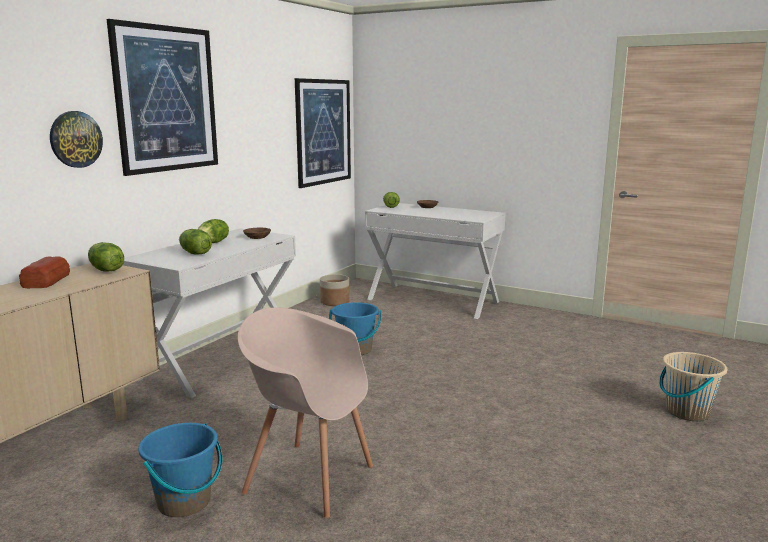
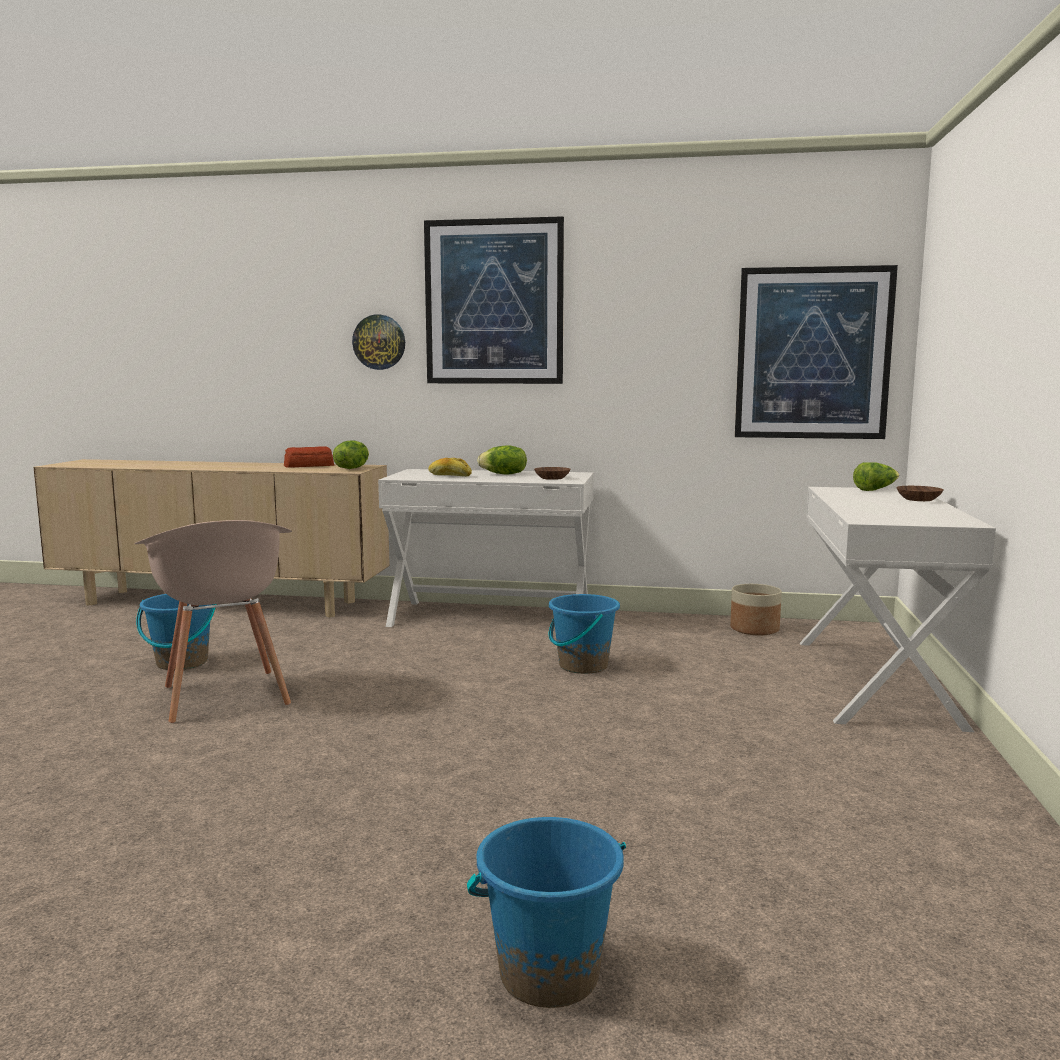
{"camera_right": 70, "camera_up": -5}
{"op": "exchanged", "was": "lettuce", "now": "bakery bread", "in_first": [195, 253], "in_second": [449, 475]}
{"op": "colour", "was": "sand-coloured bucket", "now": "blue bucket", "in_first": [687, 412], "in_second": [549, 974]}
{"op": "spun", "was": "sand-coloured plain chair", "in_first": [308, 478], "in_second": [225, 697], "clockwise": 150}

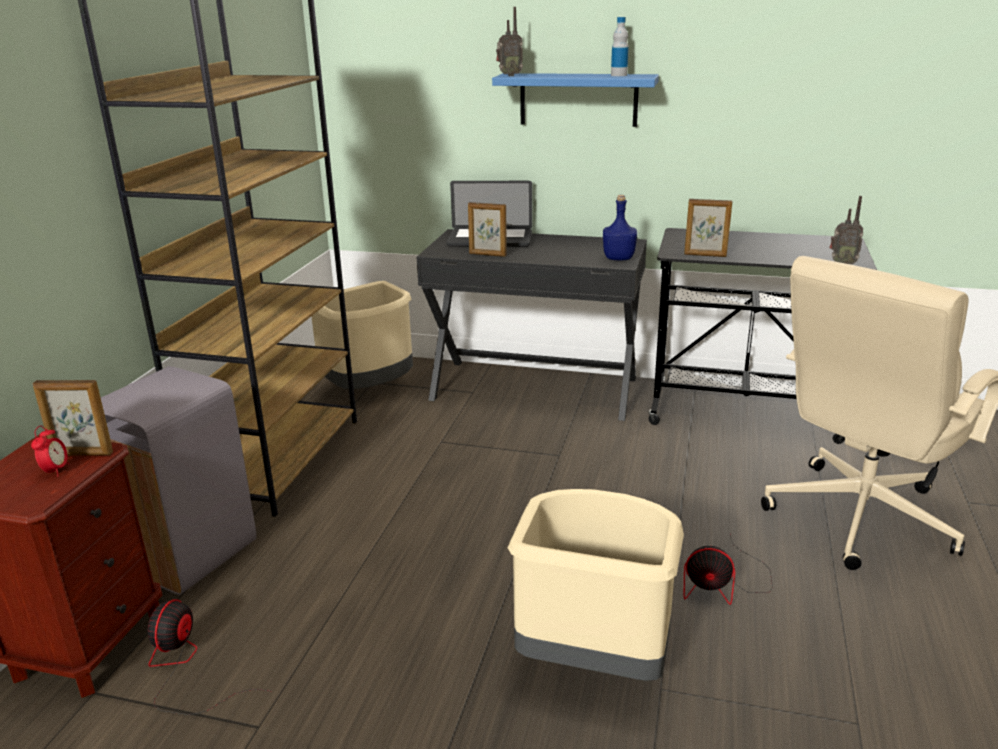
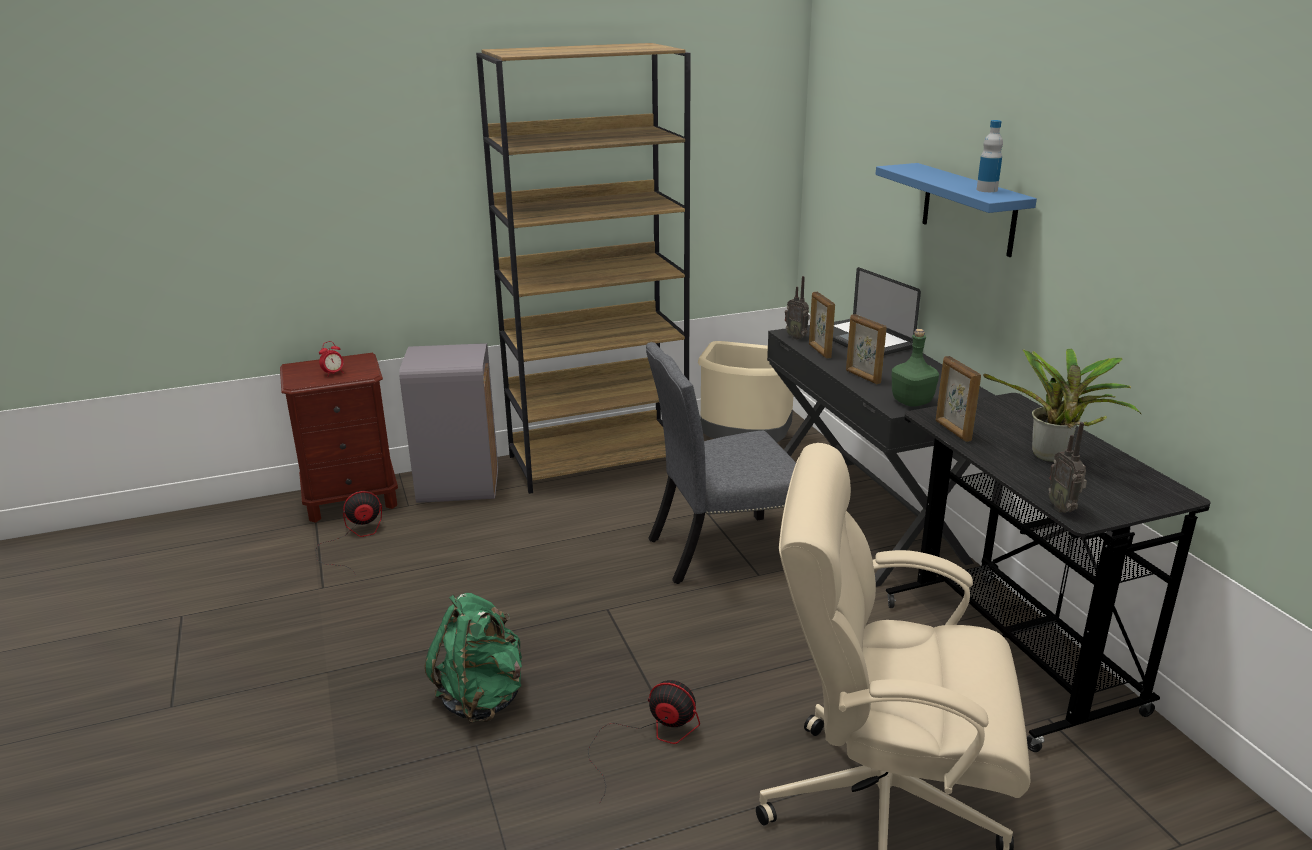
{"camera_right": 55, "camera_up": 0}
{"op": "appeared", "now": "gray plain chair", "in_second": [725, 550]}
{"op": "appeared", "now": "plant in a pot", "in_second": [1052, 458]}
{"op": "relocated", "was": "standing frame", "in_first": [82, 454], "in_second": [862, 377]}
{"op": "relocated", "was": "radio", "in_first": [509, 75], "in_second": [797, 337]}
{"op": "exchanged", "was": "sand-coloured rubbish bin", "now": "green knapsack", "in_first": [592, 661], "in_second": [482, 698]}
{"op": "colour", "was": "blue drink bottle", "now": "green drink bottle", "in_first": [618, 258], "in_second": [912, 402]}
{"op": "spun", "was": "fan", "in_first": [723, 584], "in_second": [649, 738], "clockwise": 135}

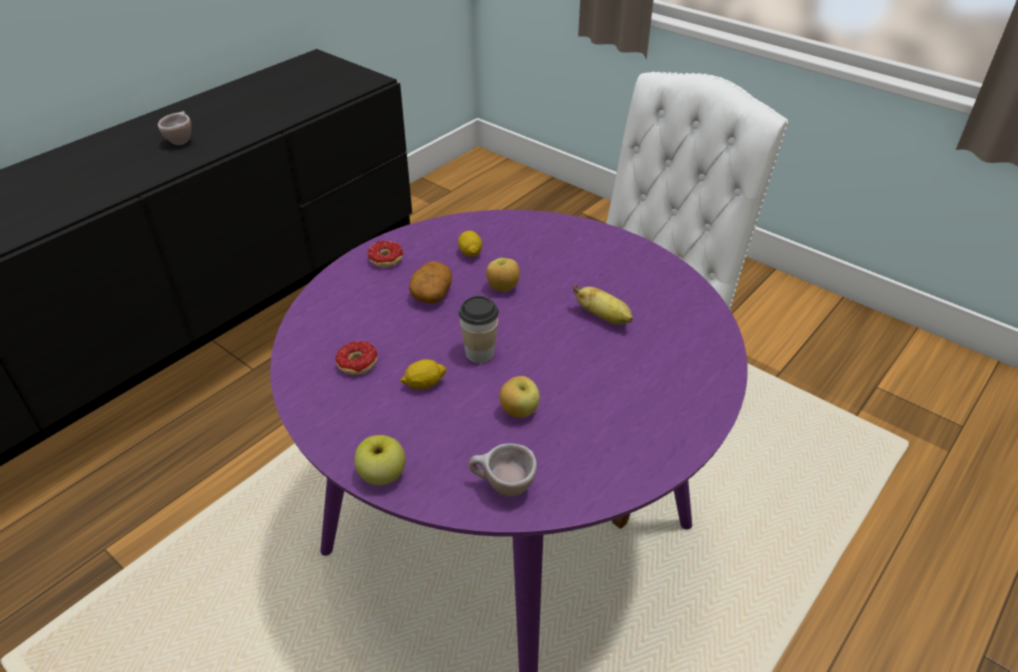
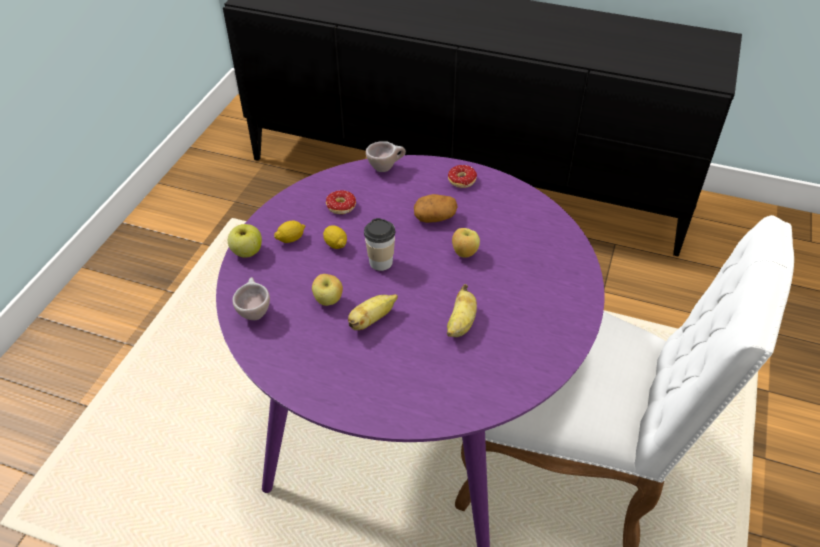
{"camera_right": 70, "camera_up": 5}
{"op": "appeared", "now": "whole banana", "in_second": [371, 320]}
{"op": "relocated", "was": "sand-coloured small cup", "in_first": [181, 140], "in_second": [386, 167]}
{"op": "relocated", "was": "lemon", "in_first": [470, 253], "in_second": [291, 239]}

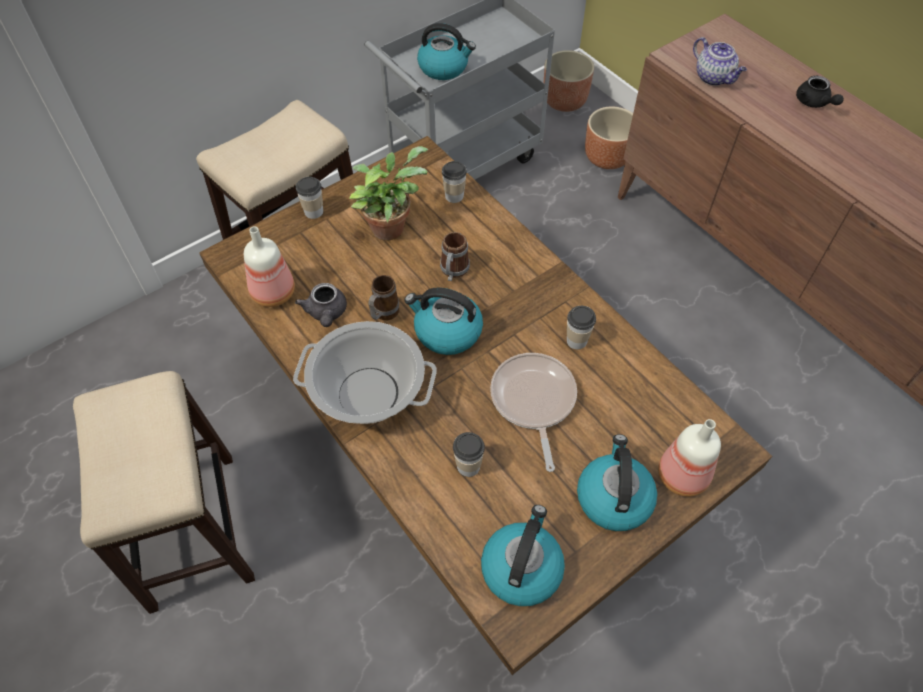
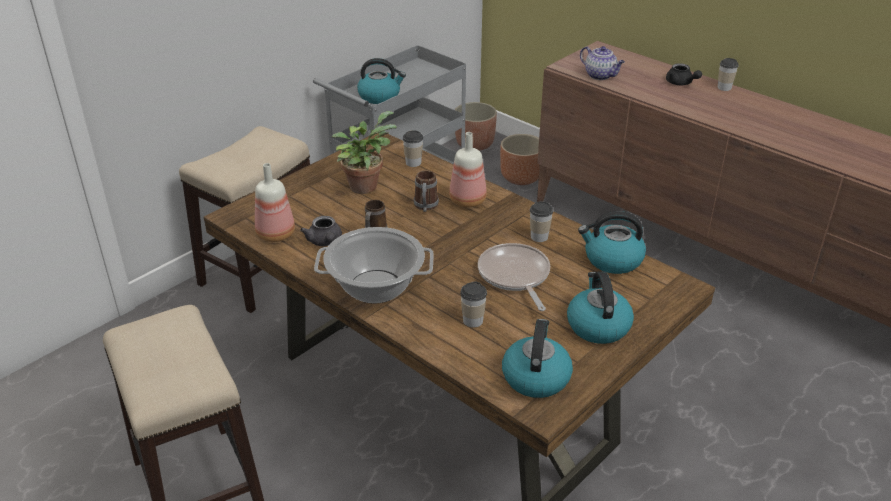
{"camera_right": -10, "camera_up": -20}
{"op": "relocated", "was": "small cup", "in_first": [314, 211], "in_second": [724, 87]}
{"op": "relocated", "was": "kettle", "in_first": [446, 332], "in_second": [612, 260]}
{"op": "relocated", "was": "drink bottle", "in_first": [683, 477], "in_second": [468, 201]}

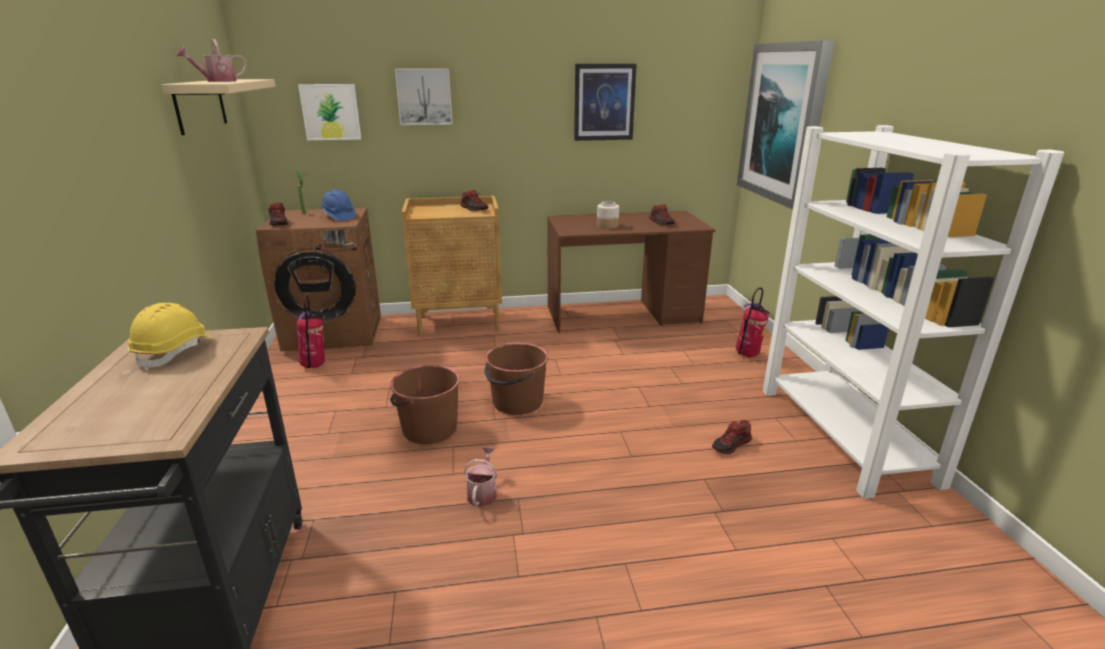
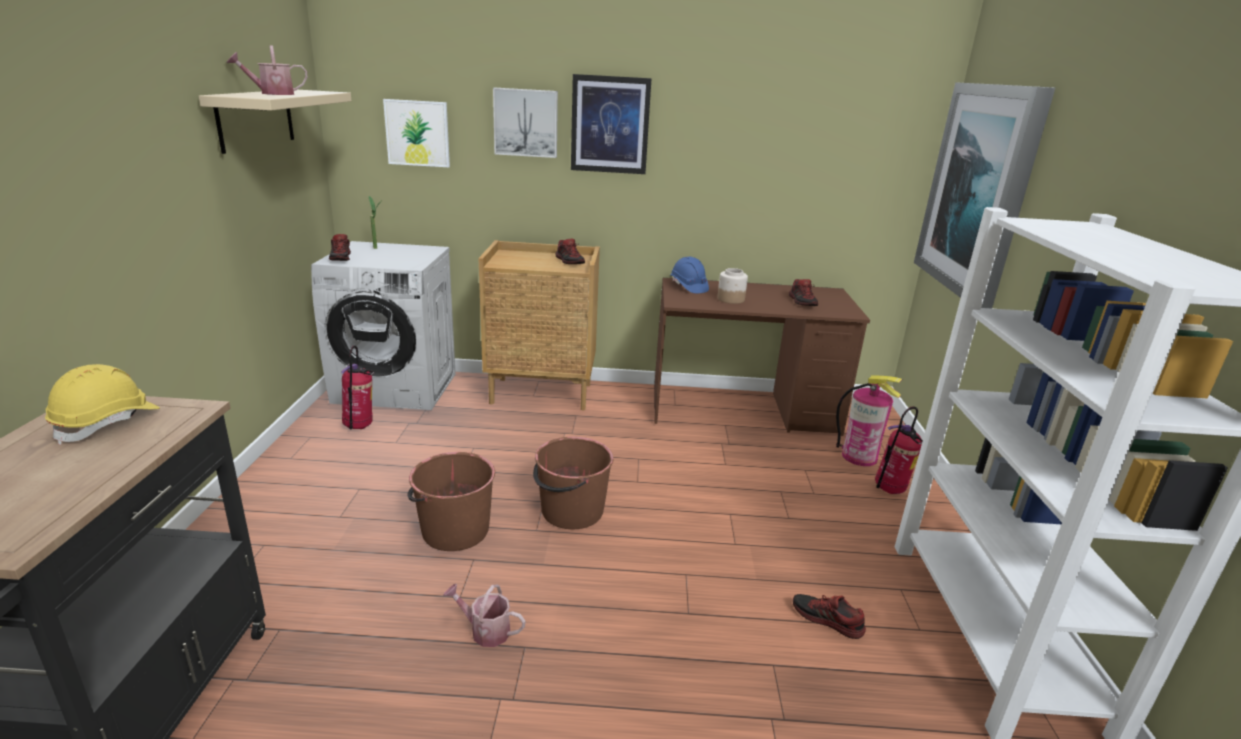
{"camera_right": 10, "camera_up": 0}
{"op": "appeared", "now": "extinguisher", "in_second": [859, 457]}
{"op": "relocated", "was": "blue work helmet", "in_first": [339, 216], "in_second": [688, 287]}
{"op": "relocated", "was": "wall art", "in_first": [604, 102], "in_second": [610, 125]}
{"op": "colour", "was": "brown laundry appliance", "now": "white-coloured laundry appliance", "in_first": [334, 335], "in_second": [396, 391]}
{"op": "spun", "was": "watering can", "in_first": [483, 492], "in_second": [485, 630], "clockwise": -90}
{"op": "spun", "was": "shoe", "in_first": [731, 445], "in_second": [827, 620], "clockwise": 60}

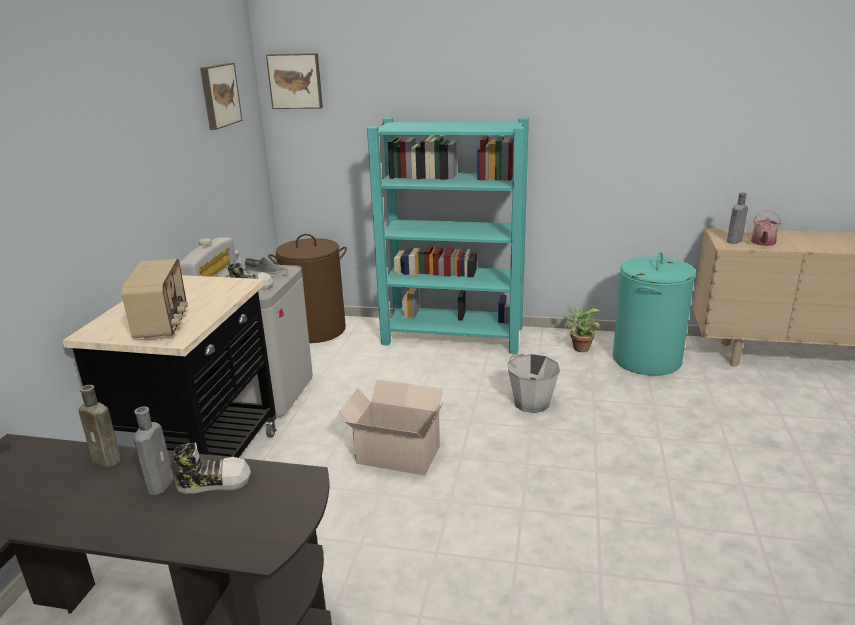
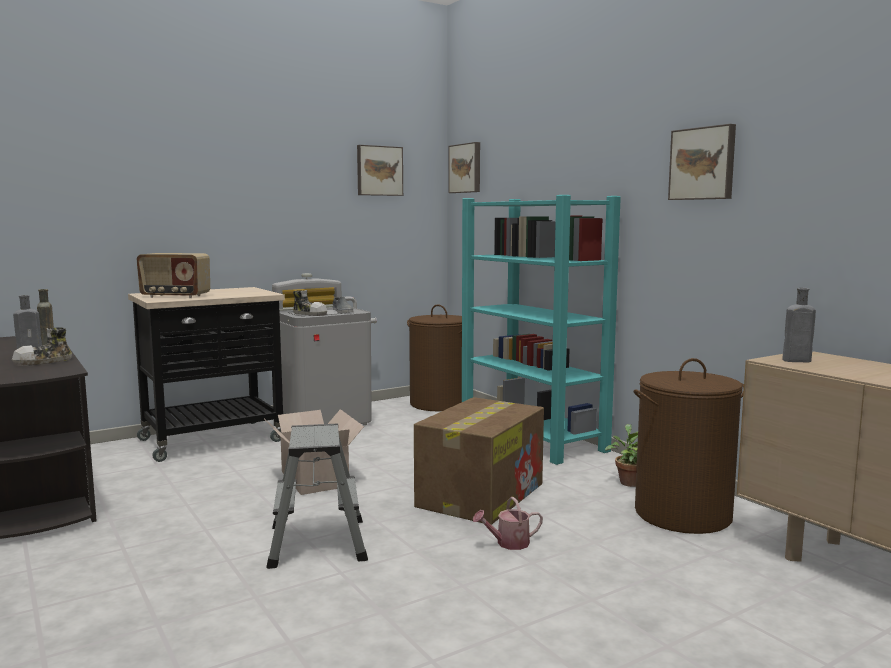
{"camera_right": 45, "camera_up": -15}
{"op": "appeared", "now": "gray step ladder", "in_second": [317, 543]}
{"op": "appeared", "now": "wall art", "in_second": [703, 163]}
{"op": "relocated", "was": "watering can", "in_first": [763, 243], "in_second": [508, 543]}
{"op": "exchanged", "was": "gray bucket", "now": "carton", "in_first": [531, 403], "in_second": [481, 494]}
{"op": "colour", "was": "turquoise-coloured laundry basket", "now": "brown laundry basket", "in_first": [647, 360], "in_second": [682, 514]}
{"op": "spun", "was": "radio", "in_first": [163, 324], "in_second": [175, 296], "clockwise": 60}
{"op": "spun", "was": "shoe", "in_first": [214, 482], "in_second": [43, 362], "clockwise": 105}

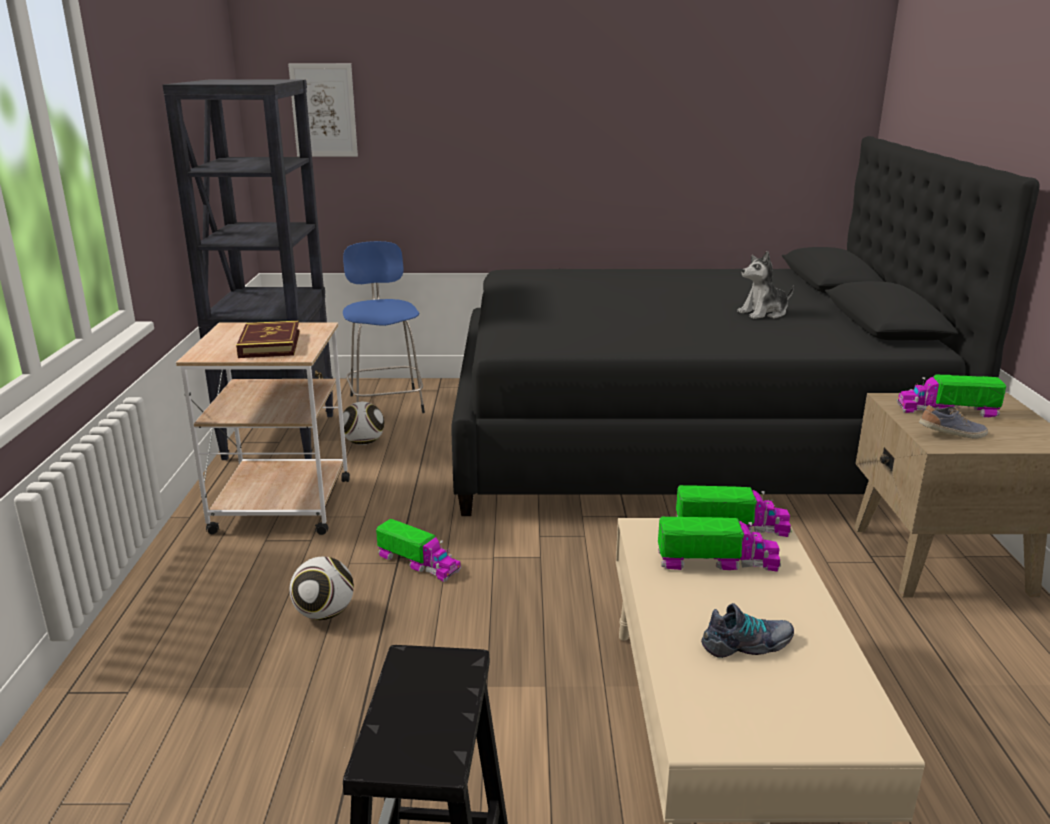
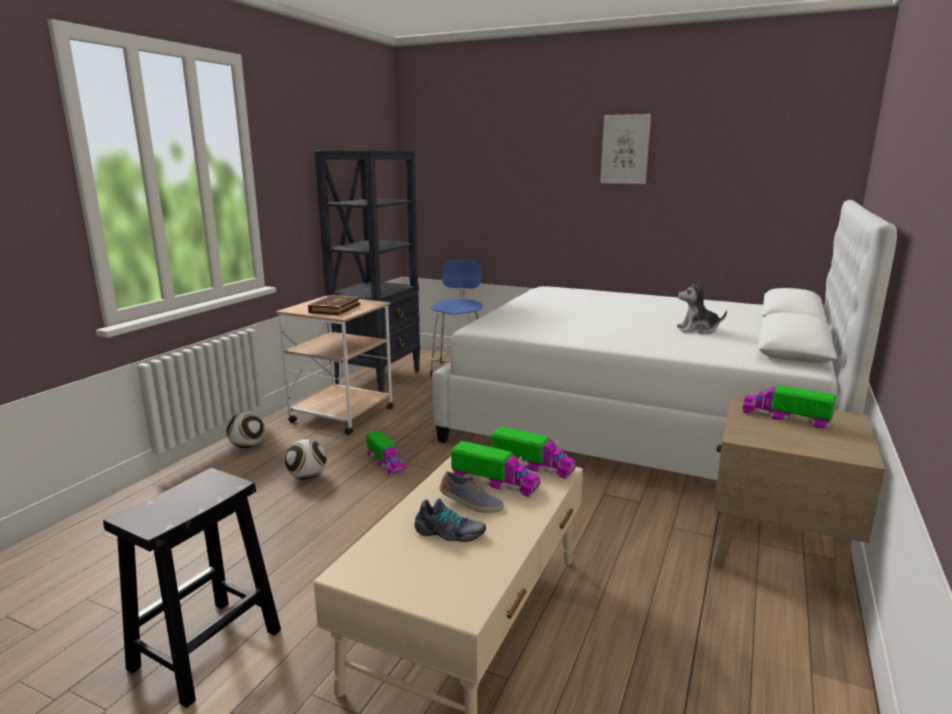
{"camera_right": 25, "camera_up": -5}
{"op": "relocated", "was": "wall art", "in_first": [324, 110], "in_second": [625, 149]}
{"op": "relocated", "was": "football ball", "in_first": [364, 442], "in_second": [248, 446]}
{"op": "relocated", "was": "shoe", "in_first": [952, 434], "in_second": [470, 504]}
{"op": "colour", "was": "blackish bed", "now": "white-coloured bed", "in_first": [681, 438], "in_second": [640, 423]}

